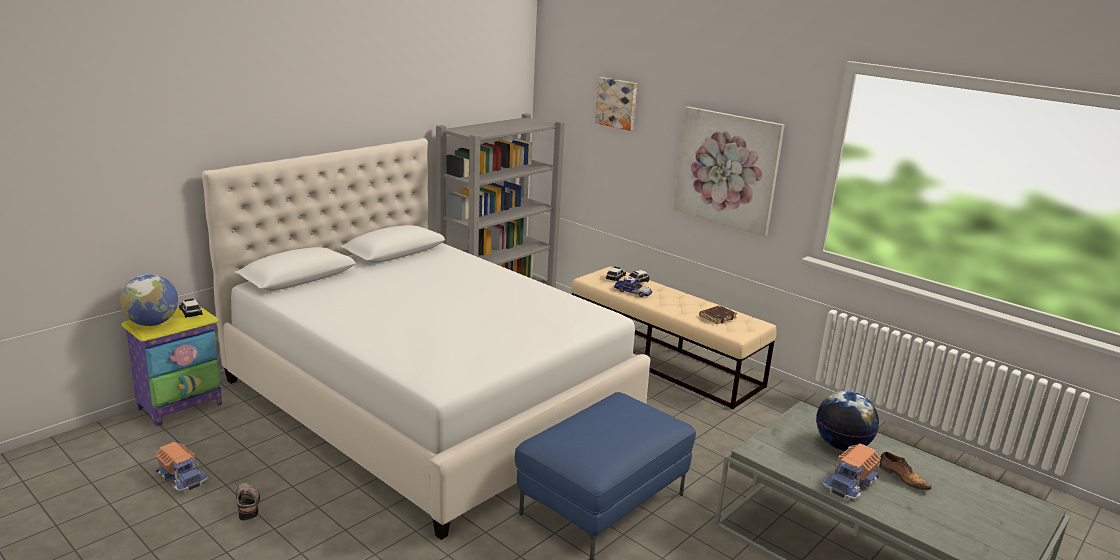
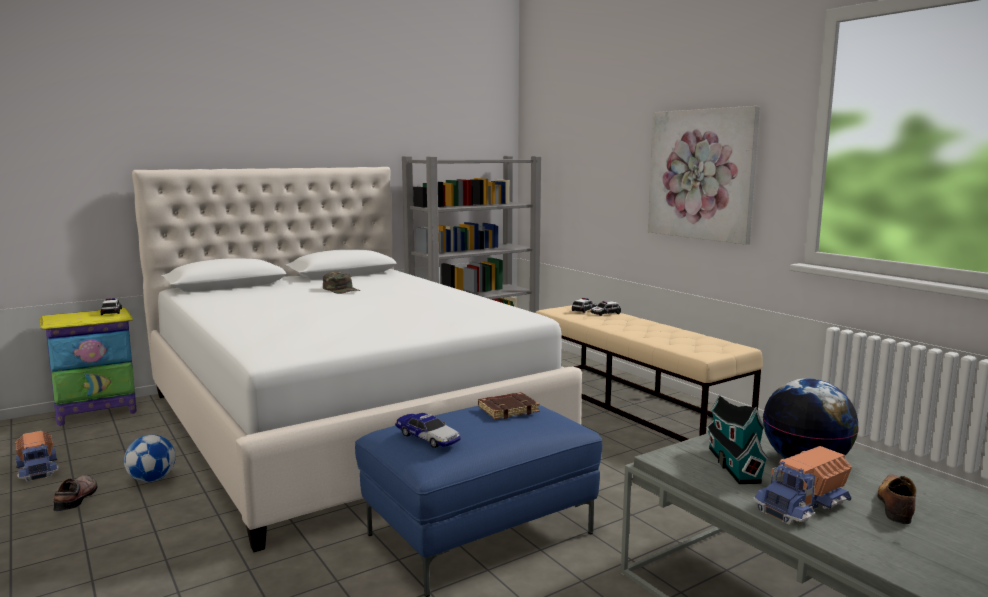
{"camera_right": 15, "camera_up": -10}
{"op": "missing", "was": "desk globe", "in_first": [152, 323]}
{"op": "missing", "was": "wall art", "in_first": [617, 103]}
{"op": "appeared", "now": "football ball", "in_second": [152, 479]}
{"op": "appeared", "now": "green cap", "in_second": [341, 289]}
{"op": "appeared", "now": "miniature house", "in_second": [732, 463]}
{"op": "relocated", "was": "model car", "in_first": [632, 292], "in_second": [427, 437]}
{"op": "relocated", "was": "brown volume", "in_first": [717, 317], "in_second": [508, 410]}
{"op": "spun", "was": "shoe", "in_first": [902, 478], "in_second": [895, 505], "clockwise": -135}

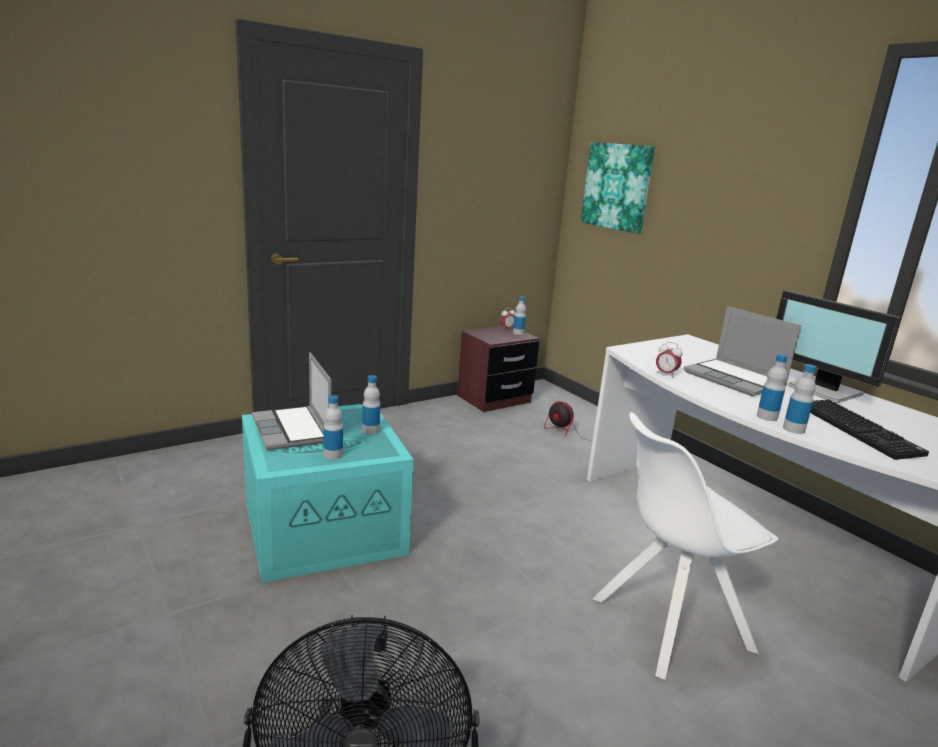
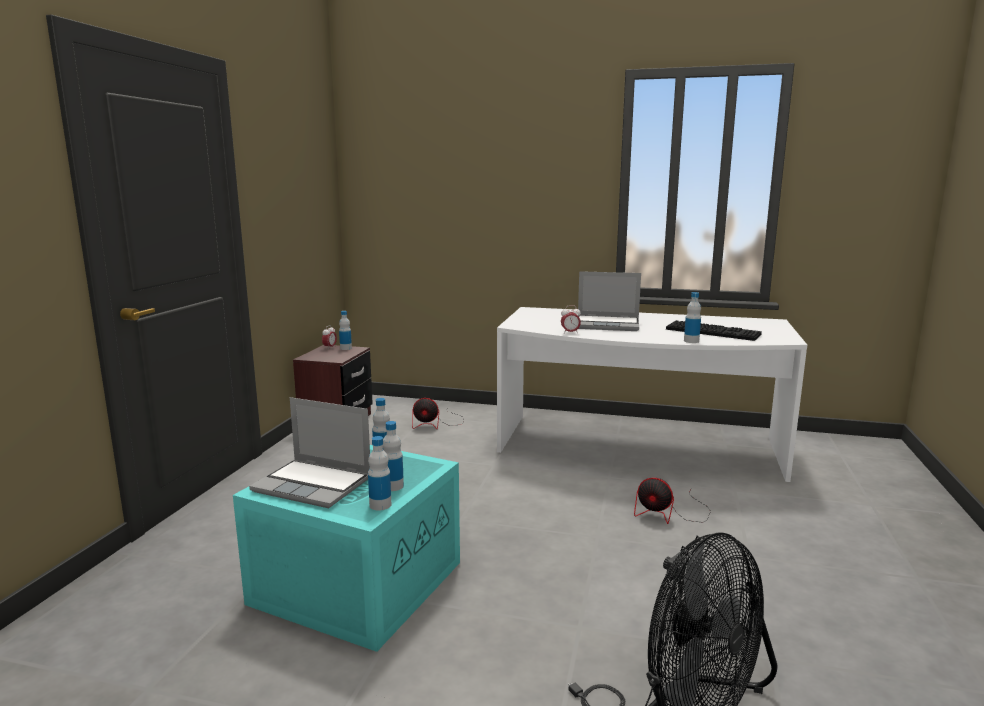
{"camera_right": -40, "camera_up": -5}
{"op": "missing", "was": "wall art", "in_first": [617, 186]}
{"op": "missing", "was": "monitor", "in_first": [824, 391]}
{"op": "relocated", "was": "drink bottle", "in_first": [767, 417], "in_second": [380, 505]}
{"op": "exchanged", "was": "white-coloured plain chair", "now": "fan", "in_first": [668, 624], "in_second": [669, 513]}

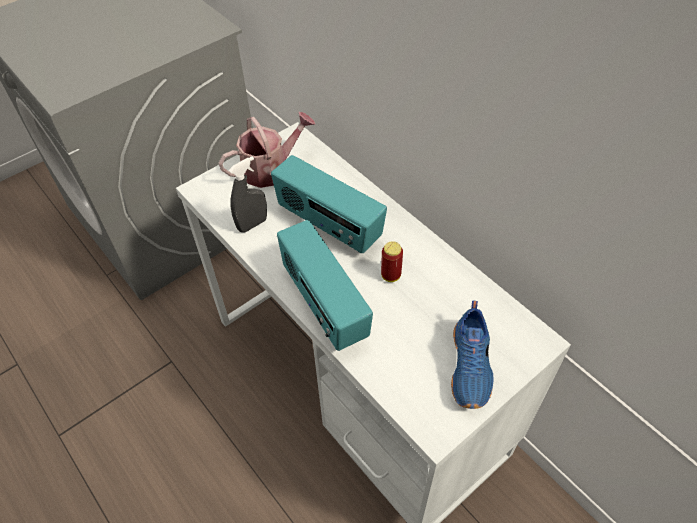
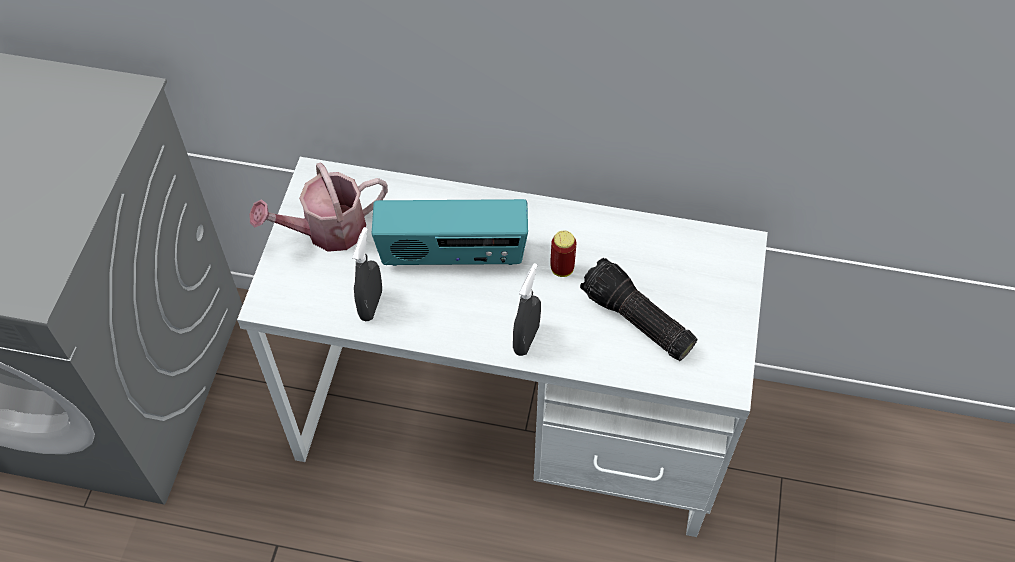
{"camera_right": -40, "camera_up": 5}
{"op": "missing", "was": "blue shoe", "in_first": [471, 366]}
{"op": "appeared", "now": "flashlight", "in_second": [635, 321]}
{"op": "exchanged", "was": "radio", "now": "gray spray bottle", "in_first": [323, 304], "in_second": [526, 339]}
{"op": "spun", "was": "watering can", "in_first": [271, 169], "in_second": [327, 231], "clockwise": -135}

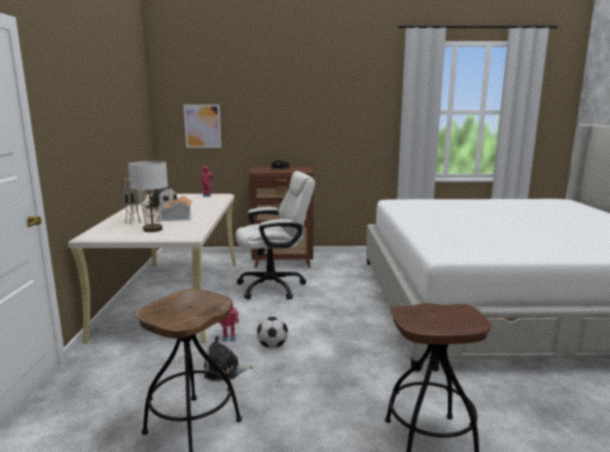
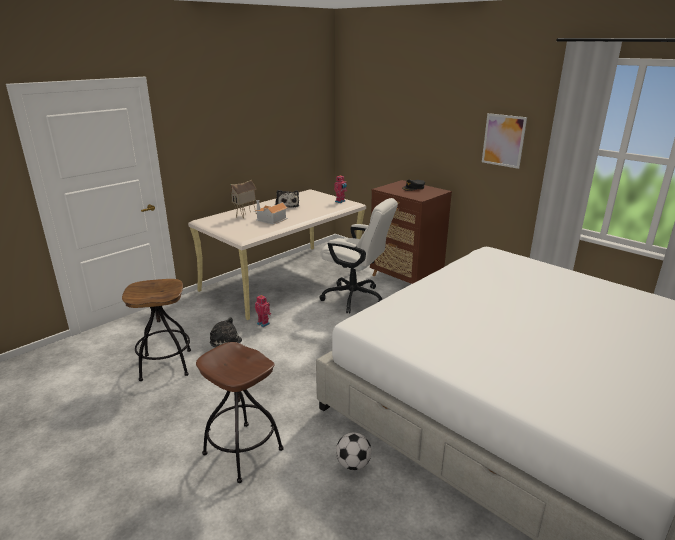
{"camera_right": 45, "camera_up": 10}
{"op": "missing", "was": "tabletop lamp", "in_first": [153, 229]}
{"op": "relocated", "was": "wall art", "in_first": [202, 126], "in_second": [503, 140]}
{"op": "relocated", "was": "football ball", "in_first": [272, 346], "in_second": [353, 464]}

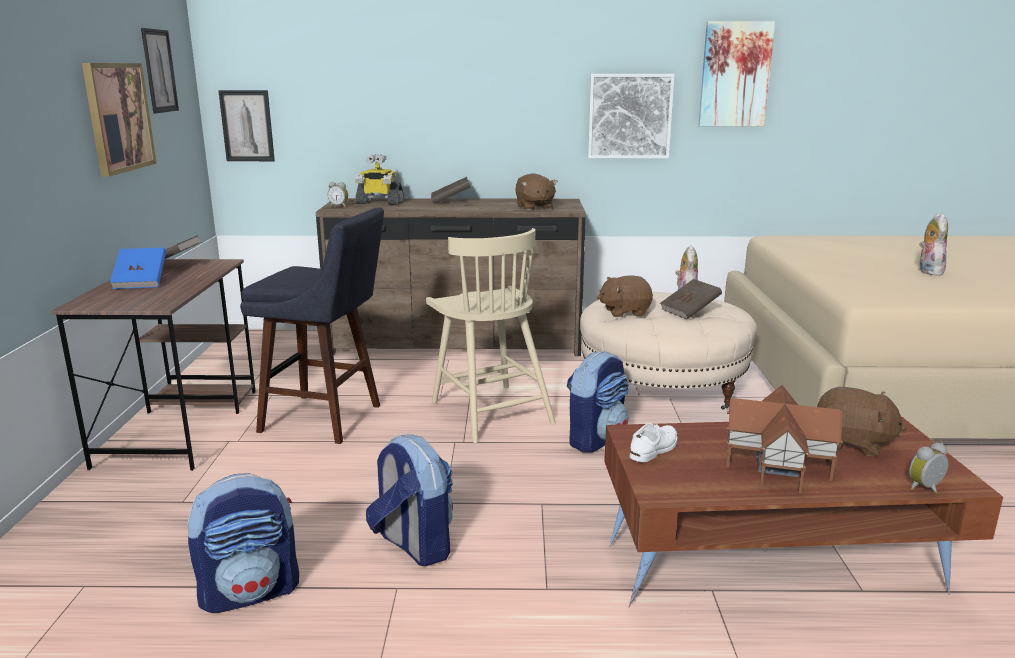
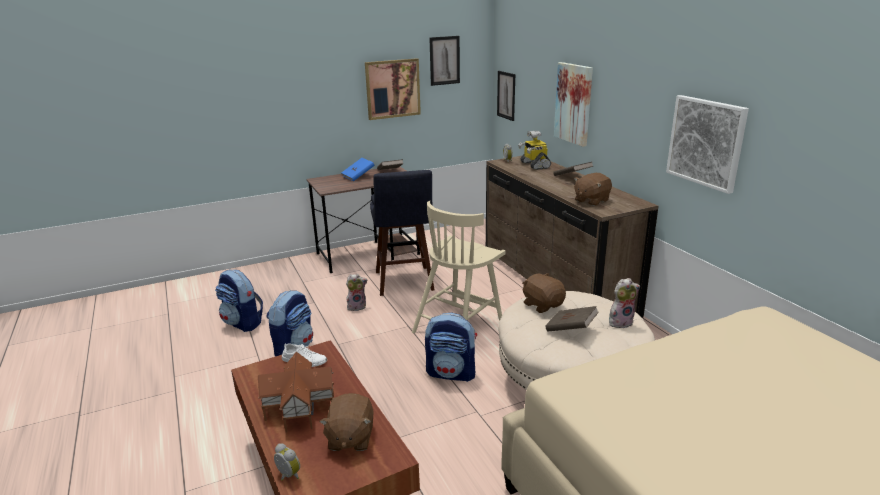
{"camera_right": 65, "camera_up": 5}
{"op": "relocated", "was": "wall art", "in_first": [735, 75], "in_second": [574, 103]}
{"op": "relocated", "was": "cuddly toy", "in_first": [928, 271], "in_second": [357, 306]}

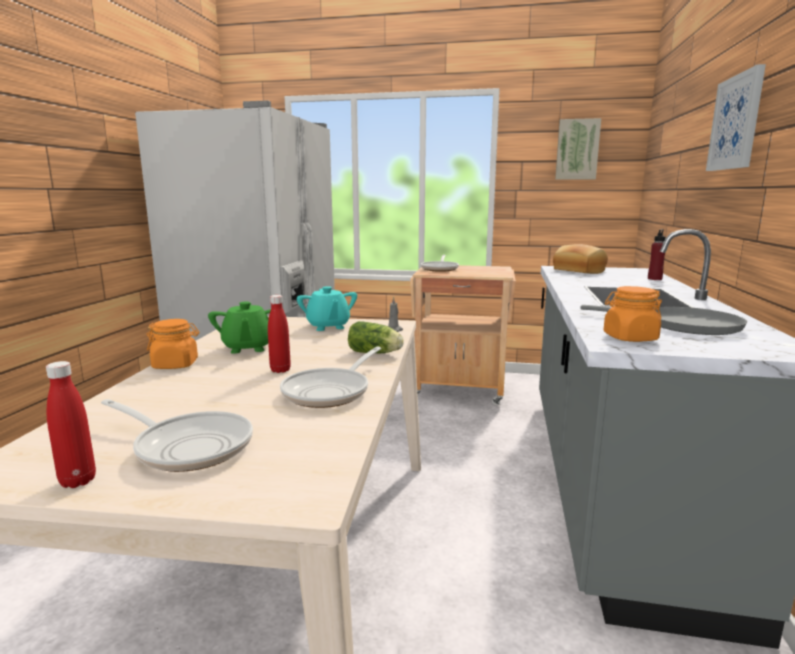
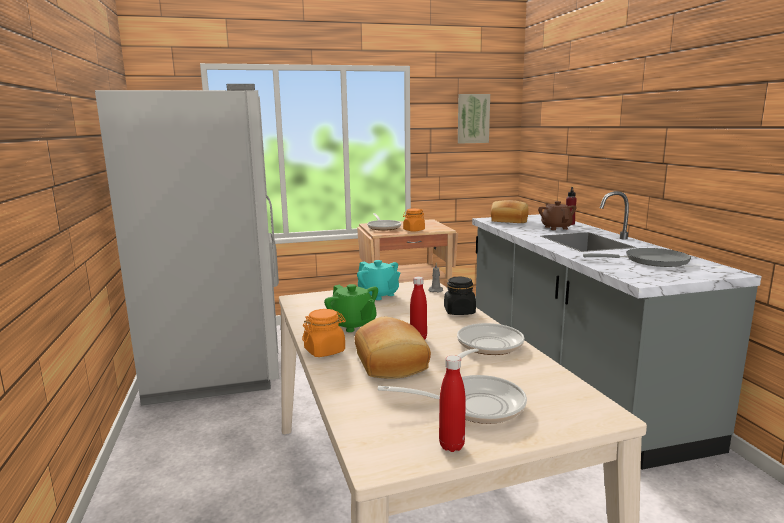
{"camera_right": -25, "camera_up": 0}
{"op": "missing", "was": "wall art", "in_first": [736, 123]}
{"op": "appeared", "now": "bakery bread", "in_second": [393, 362]}
{"op": "appeared", "now": "brown pot for tea", "in_second": [556, 228]}
{"op": "relocated", "was": "orange-coloured jar", "in_first": [629, 338], "in_second": [413, 230]}
{"op": "exchanged", "was": "lettuce", "now": "blackish jar", "in_first": [376, 353], "in_second": [459, 311]}
{"op": "spun", "was": "skillet", "in_first": [331, 391], "in_second": [486, 347], "clockwise": -150}

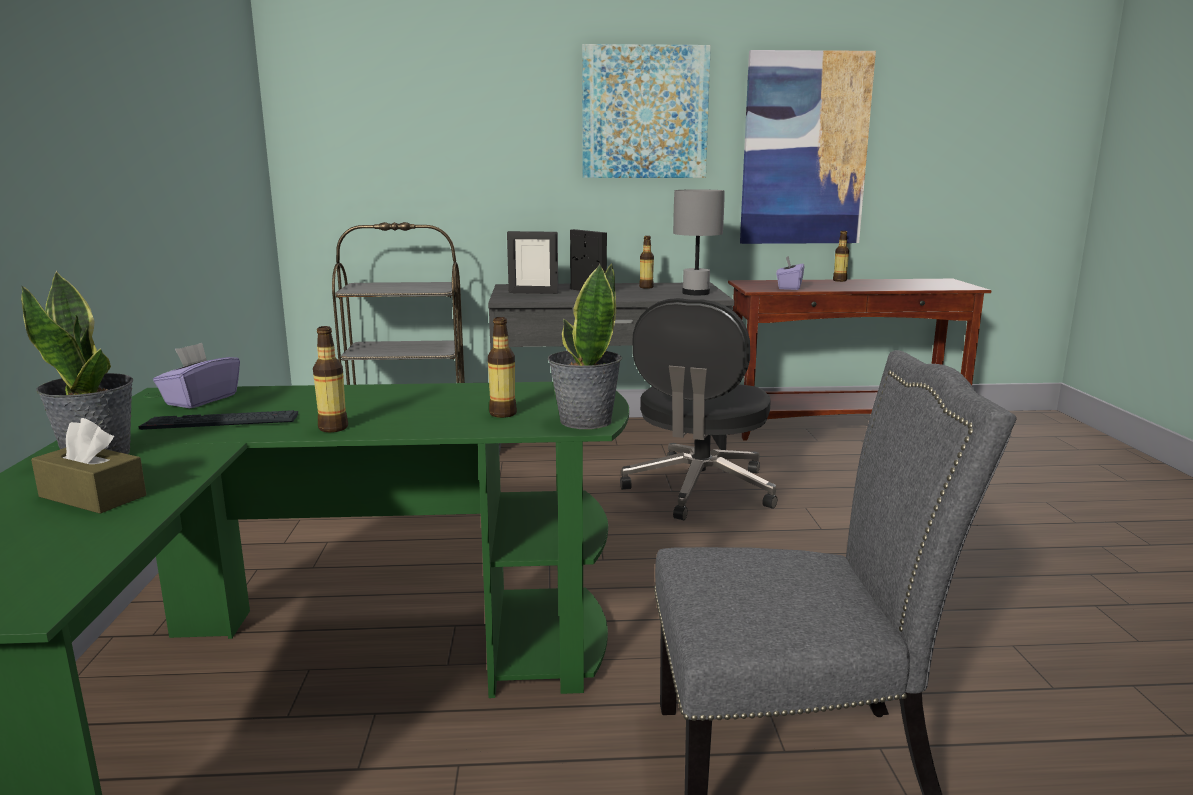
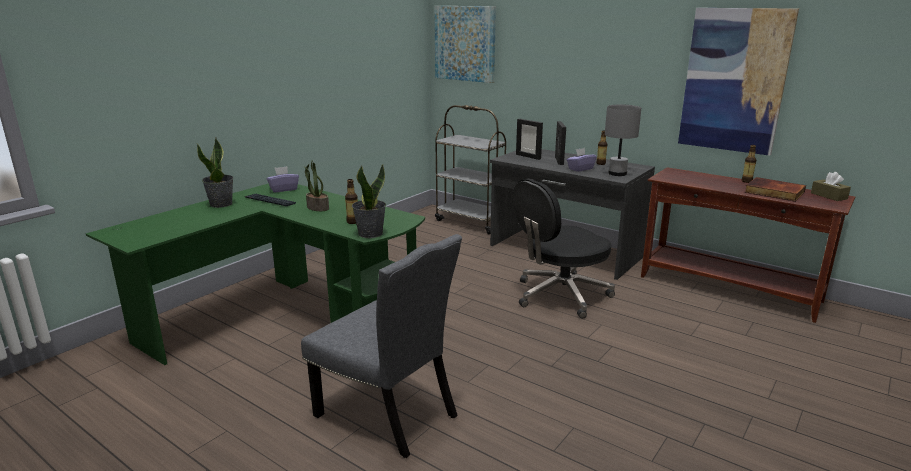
{"camera_right": 40, "camera_up": 5}
{"op": "missing", "was": "drink bottle", "in_first": [333, 428]}
{"op": "appeared", "now": "plant in a pot", "in_second": [317, 208]}
{"op": "appeared", "now": "volume", "in_second": [773, 192]}
{"op": "relocated", "was": "brown tissue box", "in_first": [92, 496], "in_second": [828, 196]}
{"op": "relocated", "was": "wall art", "in_first": [644, 113], "in_second": [465, 43]}
{"op": "relocated", "was": "purple tissue box", "in_first": [789, 287], "in_second": [580, 169]}

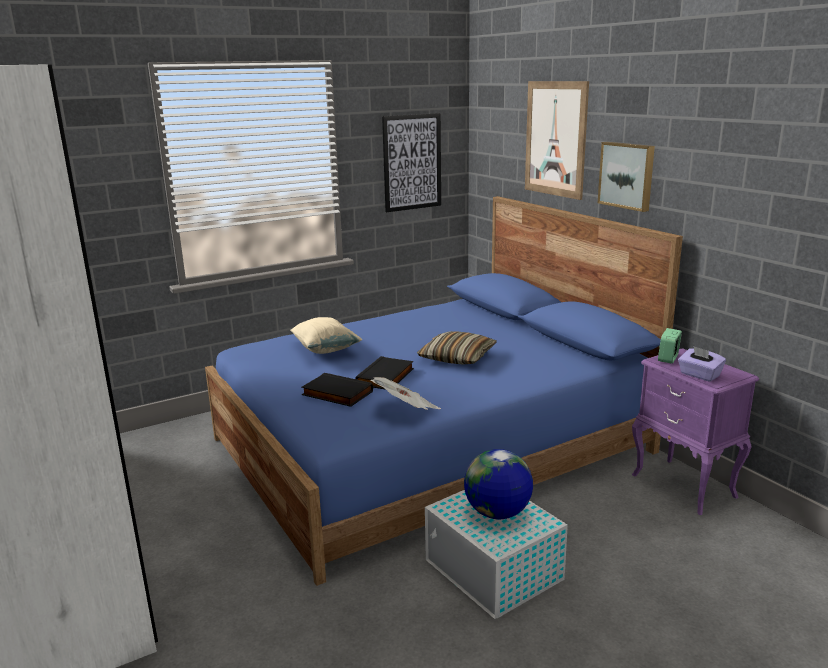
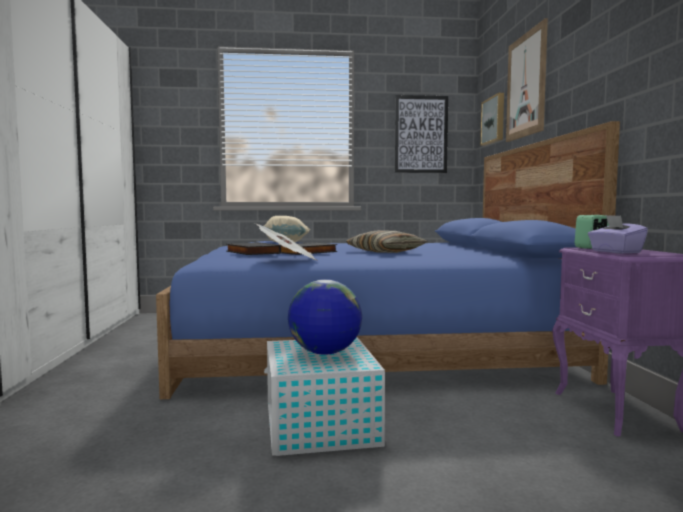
{"camera_right": 25, "camera_up": -15}
{"op": "relocated", "was": "wall art", "in_first": [627, 175], "in_second": [494, 120]}

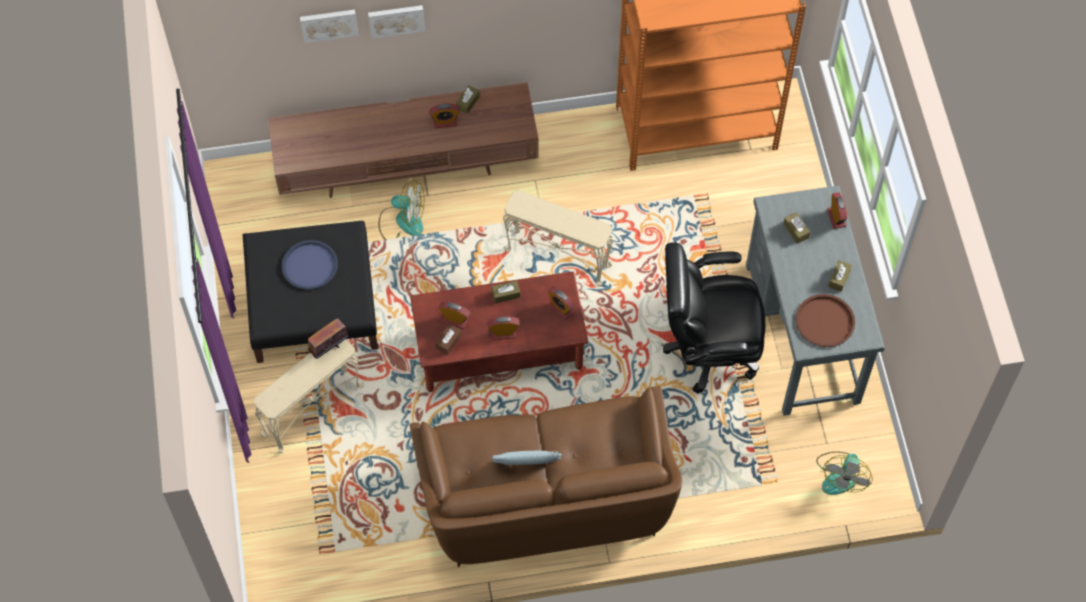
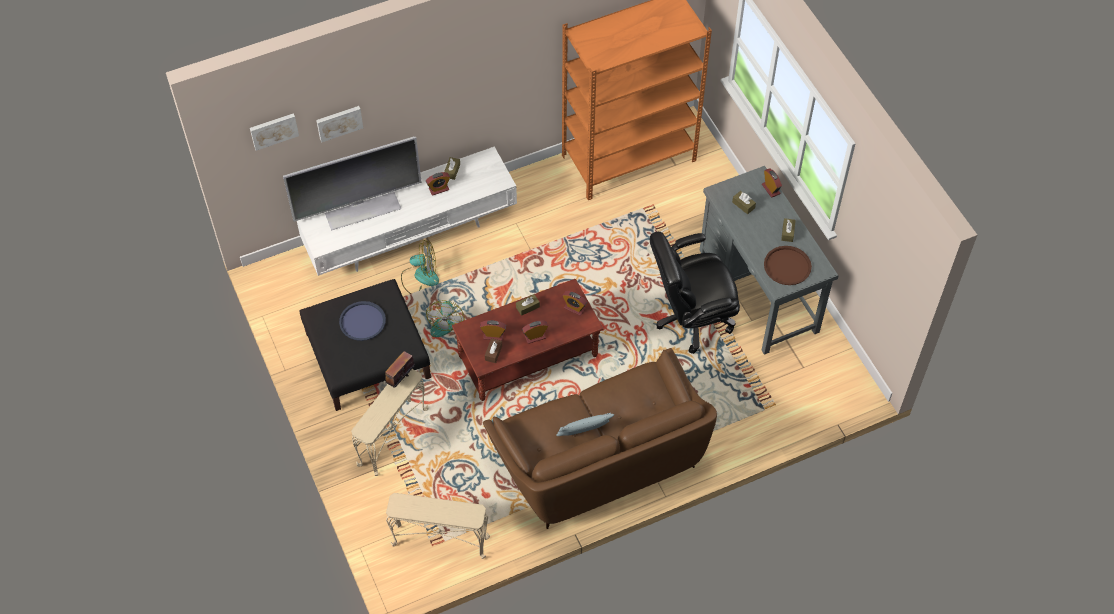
{"camera_right": -15, "camera_up": -5}
{"op": "appeared", "now": "TV", "in_second": [362, 210]}
{"op": "relocated", "was": "wall art", "in_first": [396, 19], "in_second": [273, 130]}
{"op": "relocated", "was": "sand-coloured side table", "in_first": [557, 259], "in_second": [440, 541]}
{"op": "relocated", "was": "fan", "in_first": [841, 475], "in_second": [443, 322]}
{"op": "colour", "was": "brown media console", "now": "white-coloured media console", "in_first": [407, 163], "in_second": [410, 232]}

